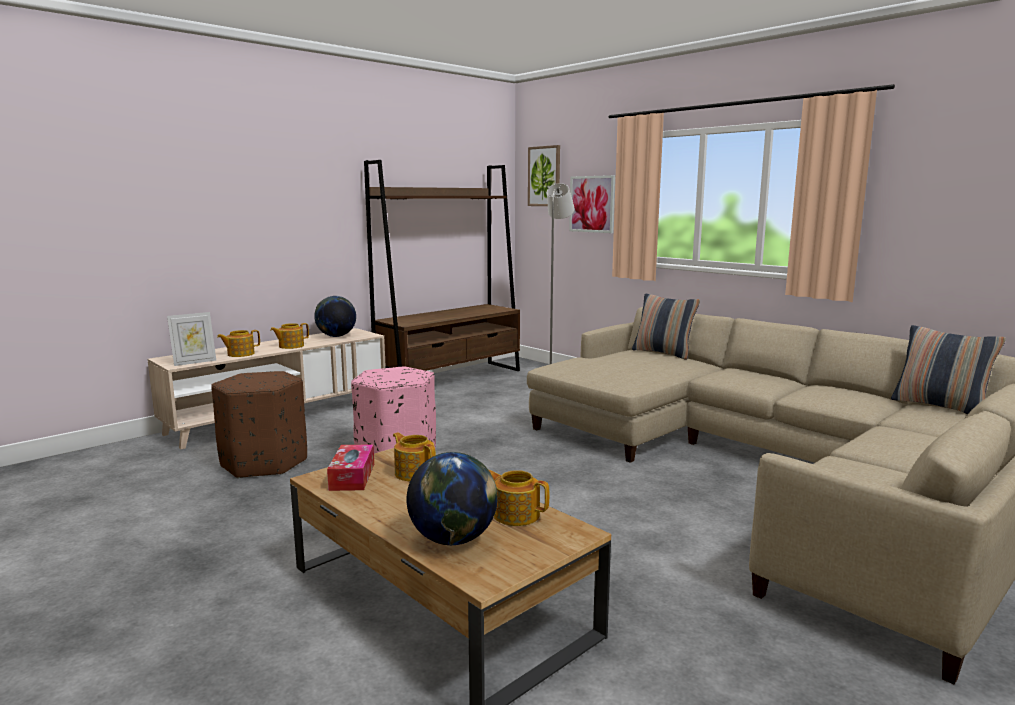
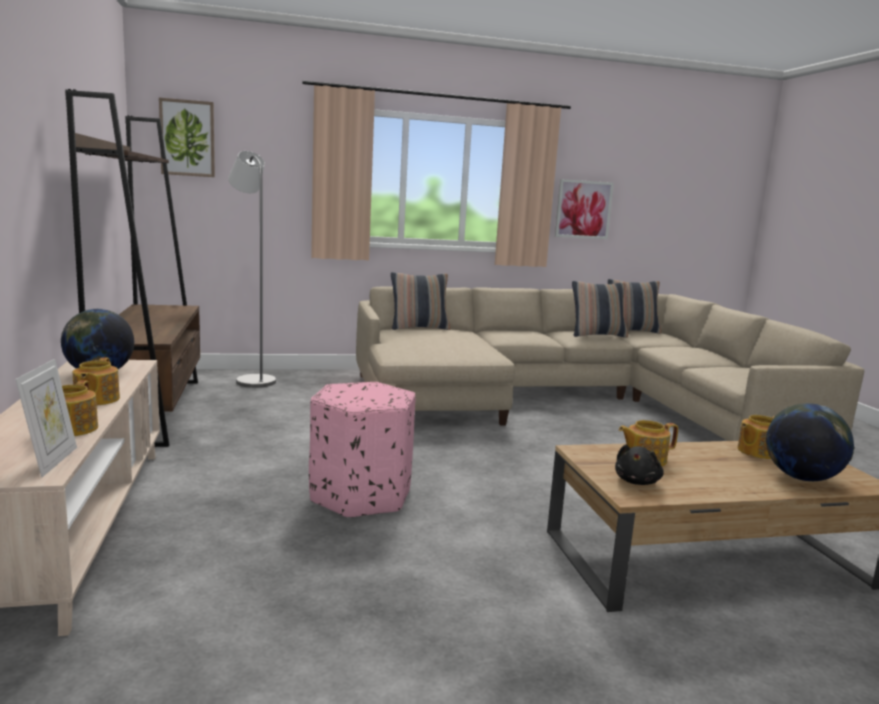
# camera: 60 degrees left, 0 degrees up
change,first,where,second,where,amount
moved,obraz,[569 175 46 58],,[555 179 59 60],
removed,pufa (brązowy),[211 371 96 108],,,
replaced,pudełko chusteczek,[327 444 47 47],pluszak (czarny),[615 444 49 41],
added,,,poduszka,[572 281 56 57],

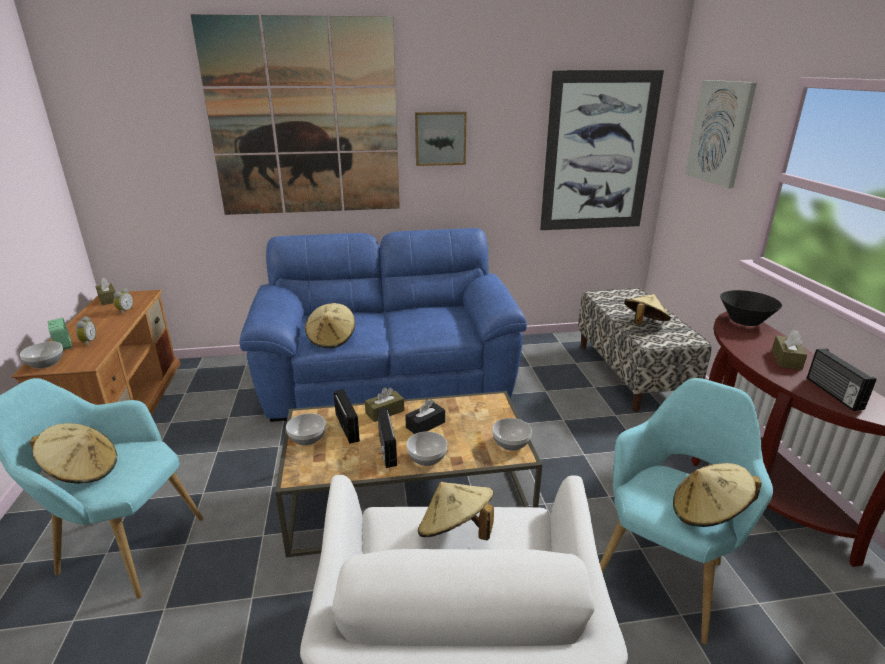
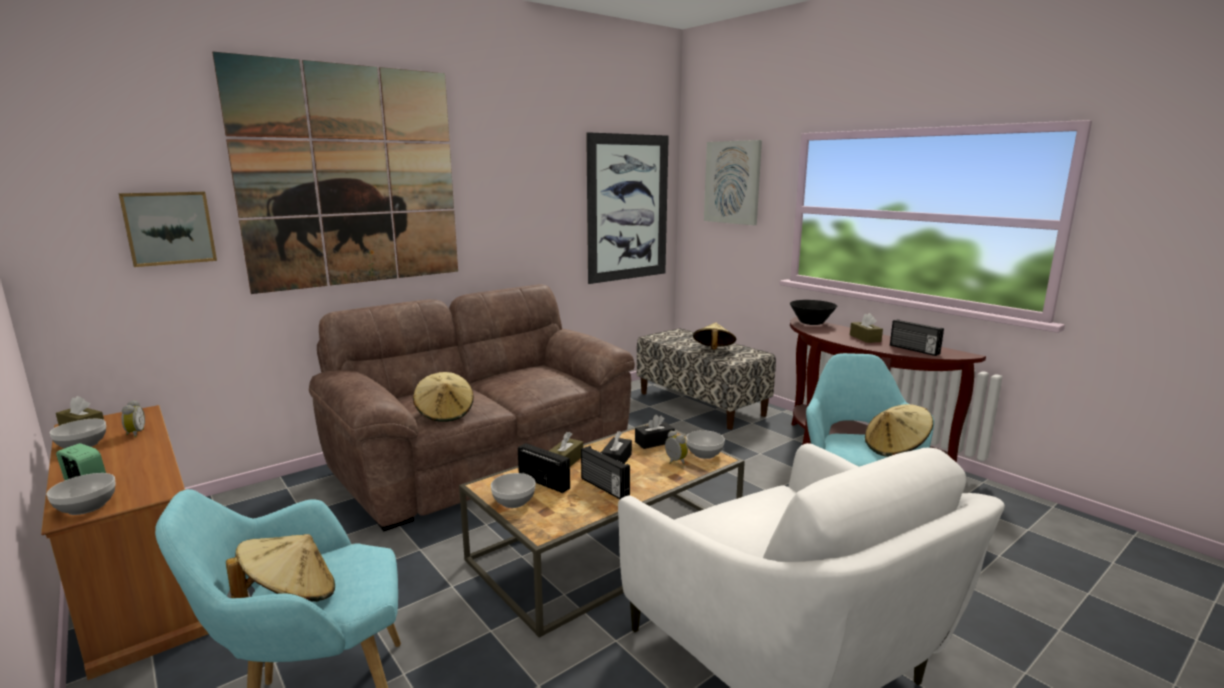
# camera: 30 degrees left, 10 degrees down
change,first,where,second,where,amount
moved,obraz,[415 112 52 54],,[118 192 99 75],
recoloured,kanapa (niebieski),[240 228 287 194],kanapa (brązowy),[309 284 326 247],
moved,budzik,[76 316 20 30],,[665 430 23 34],
moved,miska,[406 431 41 35],,[50 419 56 29],
removed,kapelusz (beżowy),[418 482 76 58],,,
added,,,pudełko chusteczek (czarny),[635 415 40 34],

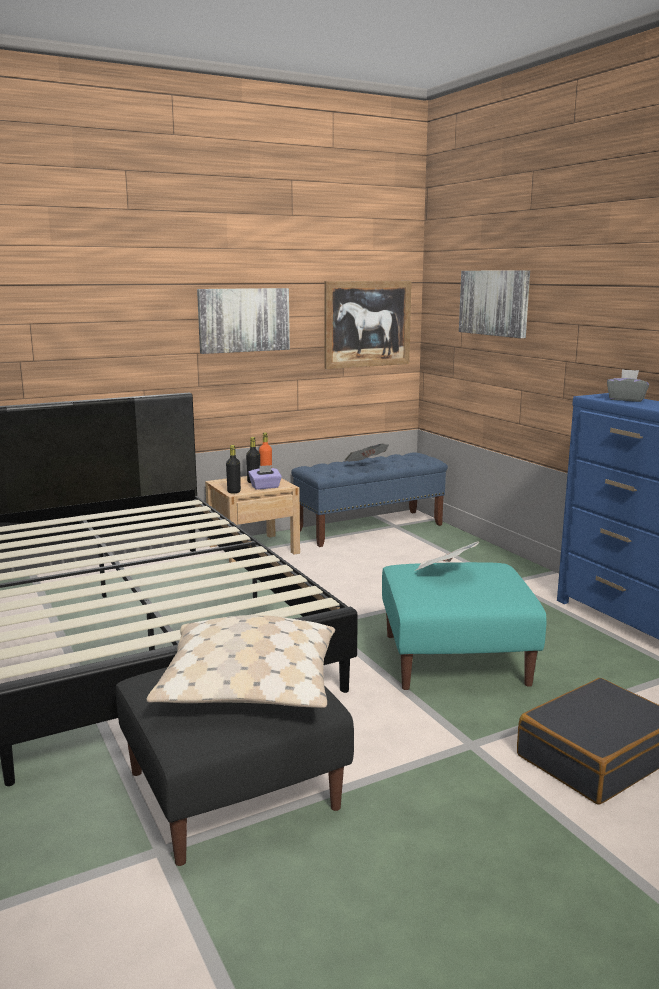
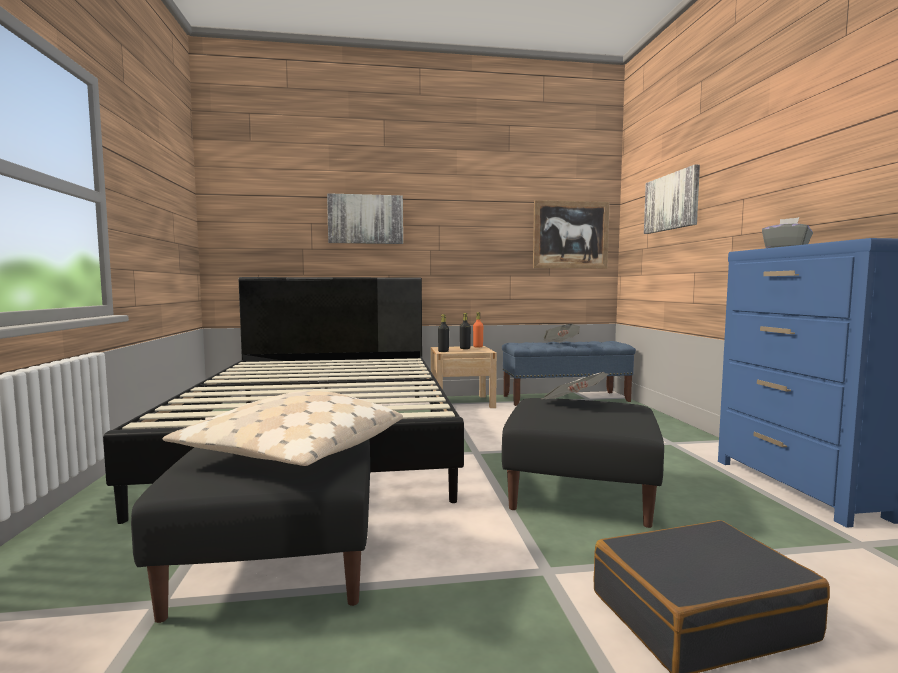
# camera: 20 degrees right, 10 degrees down
change,first,where,second,where,amount
moved,obraz,[197 288 93 66],,[327 193 76 51],
removed,pudełko chusteczek (fioletowy),[248 465 34 25],,,
recoloured,pufa (turkusowy),[382 562 164 128],pufa (czarny),[502 398 162 130],

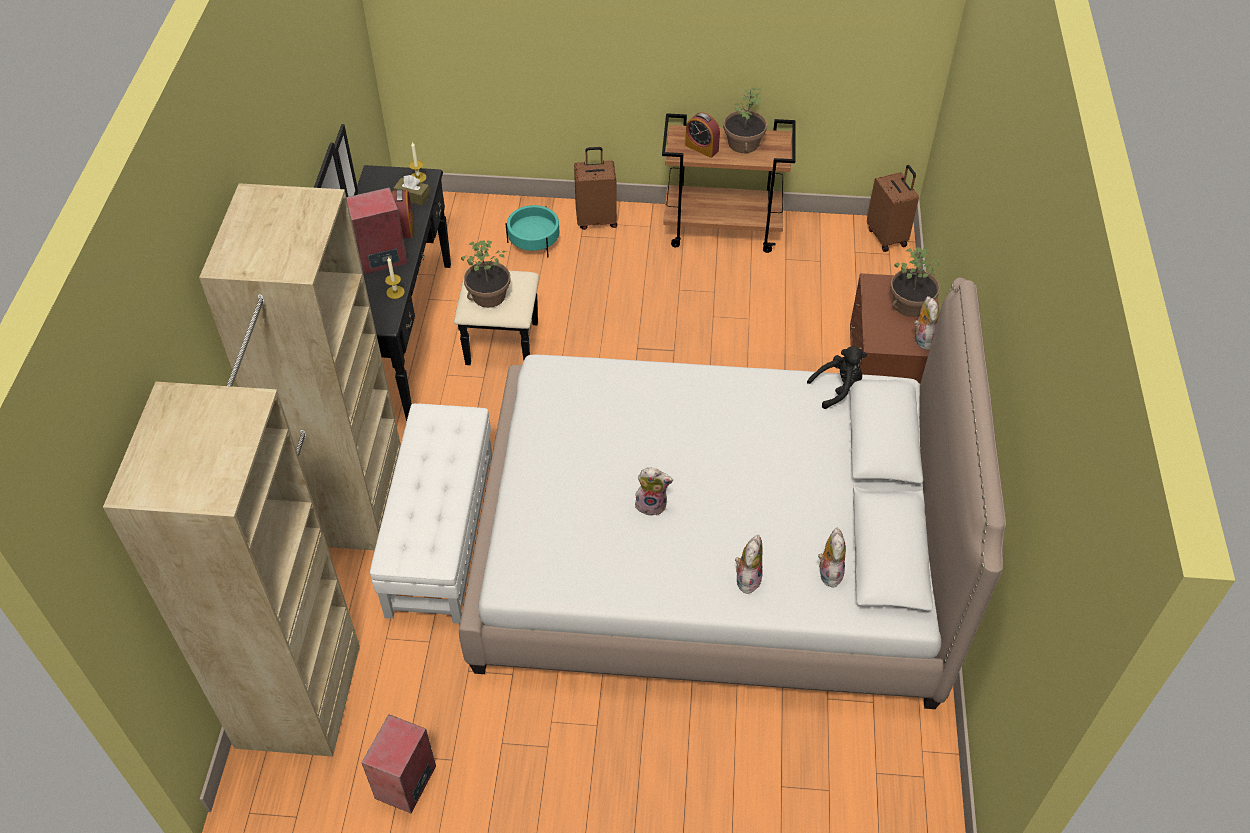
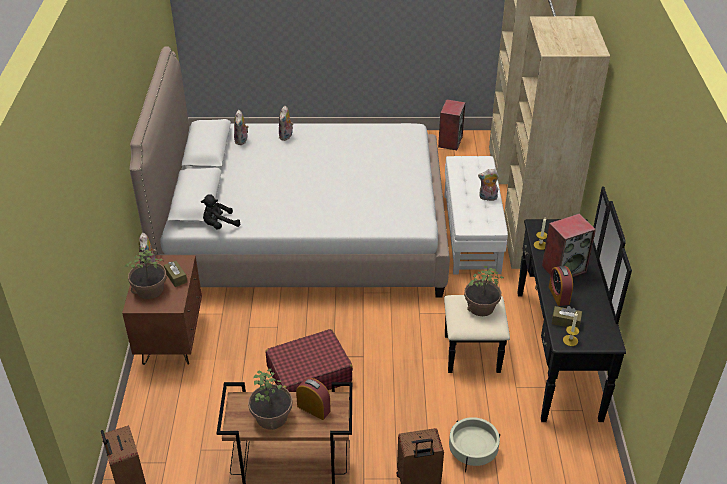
# camera: 175 degrees right, 10 degrees down
change,first,where,second,where,amount
recoloured,donica (turkusowy),[505 205 54 52],donica (beżowy),[449 417 51 56],
moved,pluszak,[635 467 38 49],,[478 169 21 32],
added,,,pudełko chusteczek (brązowy),[164 261 23 26],
added,,,walizka (czerwony),[266 329 87 63],

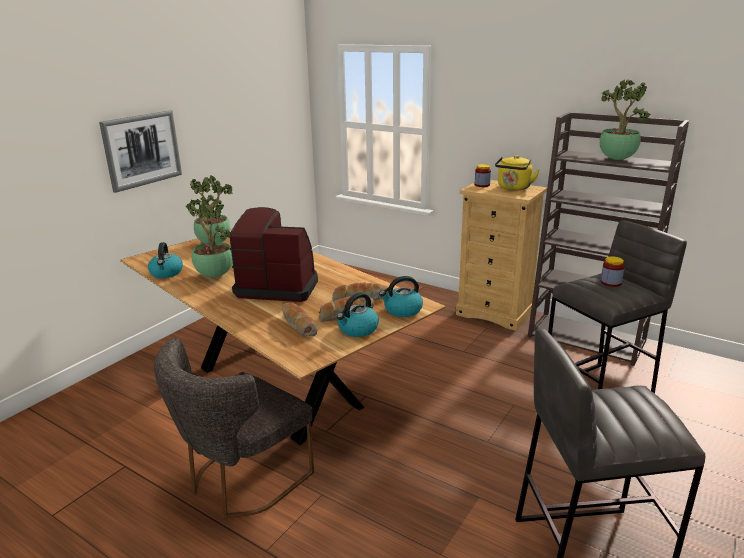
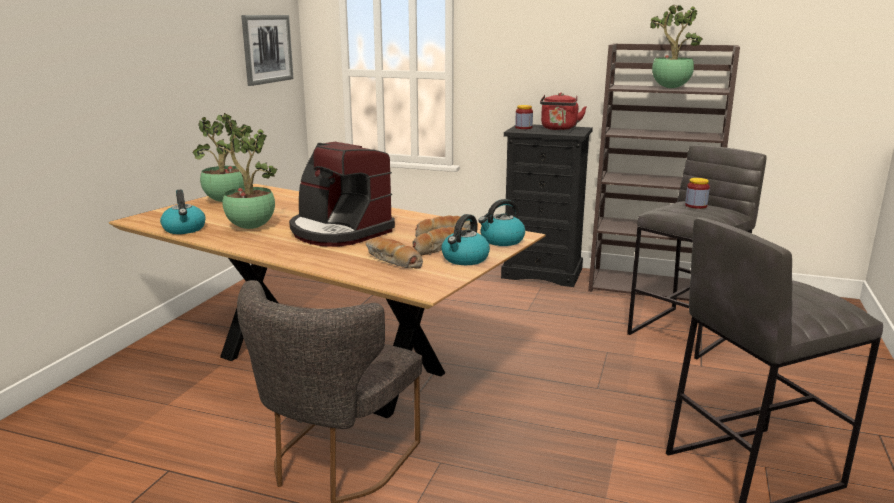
# camera: 15 degrees left, 5 degrees down
change,first,where,second,where,amount
moved,obraz,[99 110 83 83],,[241 15 53 71],
recoloured,czajnik (żółty),[495 156 44 34],czajnik (czerwony),[540 93 46 37],
recoloured,komoda (beżowy),[456 180 91 151],komoda (czarny),[501 125 92 162],
turned,ekspres do kawy,[230 207 88 95],,[289 142 106 105],135 degrees counterclockwise

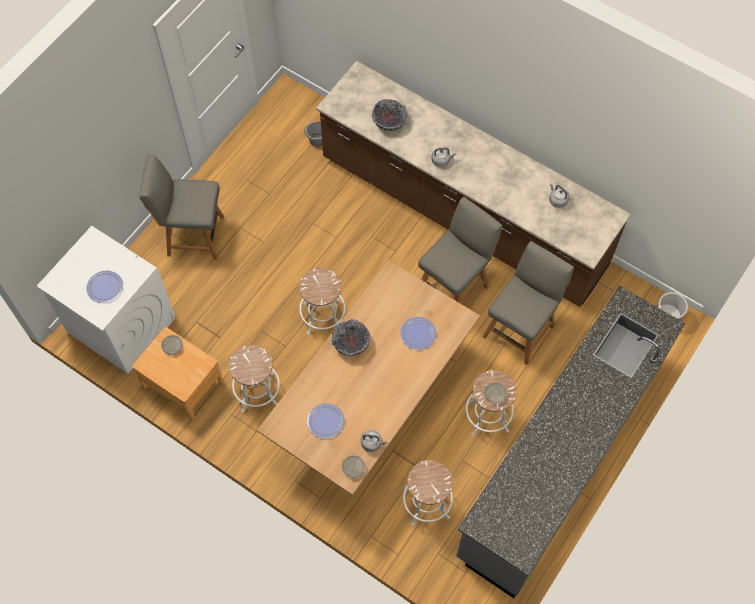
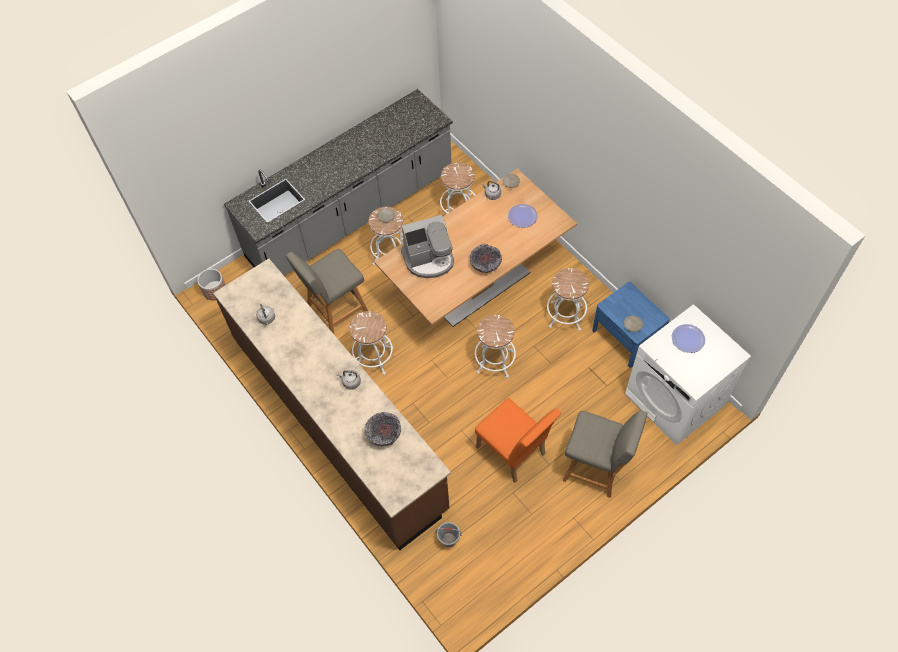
# camera: 160 degrees left, 5 degrees down
change,first,where,second,where,amount
replaced,krzesło (szary),[418 196 84 109],stołek (biały),[349 311 44 64],
replaced,talerz,[400 317 36 33],ekspres do kawy,[401 215 53 63],
recoloured,szafka nocna (brązowy),[132 327 92 95],szafka nocna (niebieski),[592 282 78 86],
added,,,krzesło (pomarańczowy),[475 398 86 85],

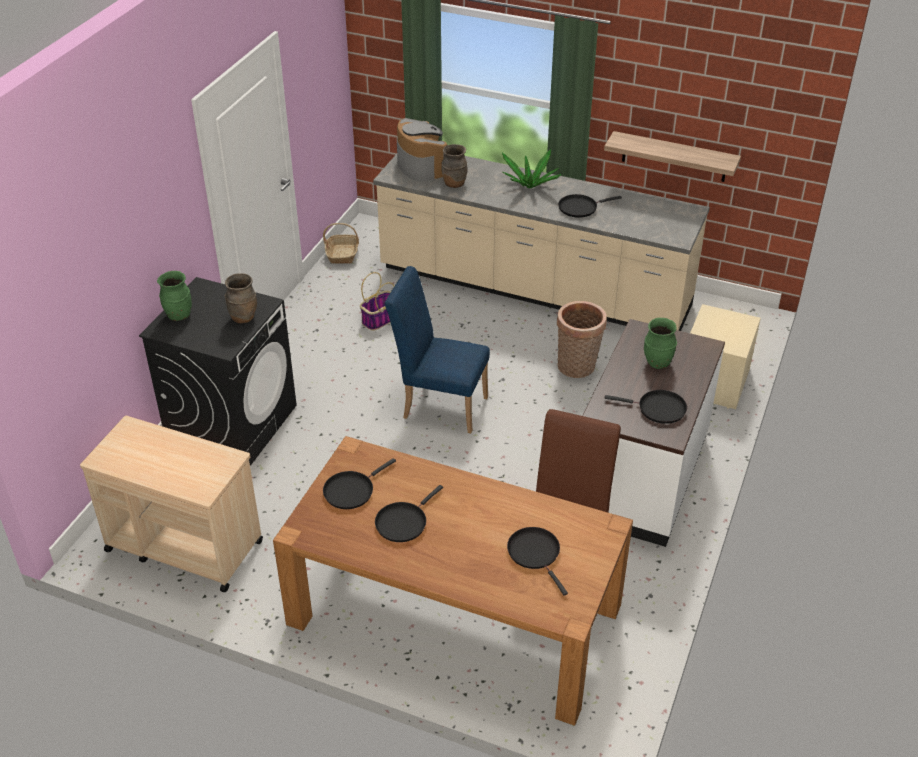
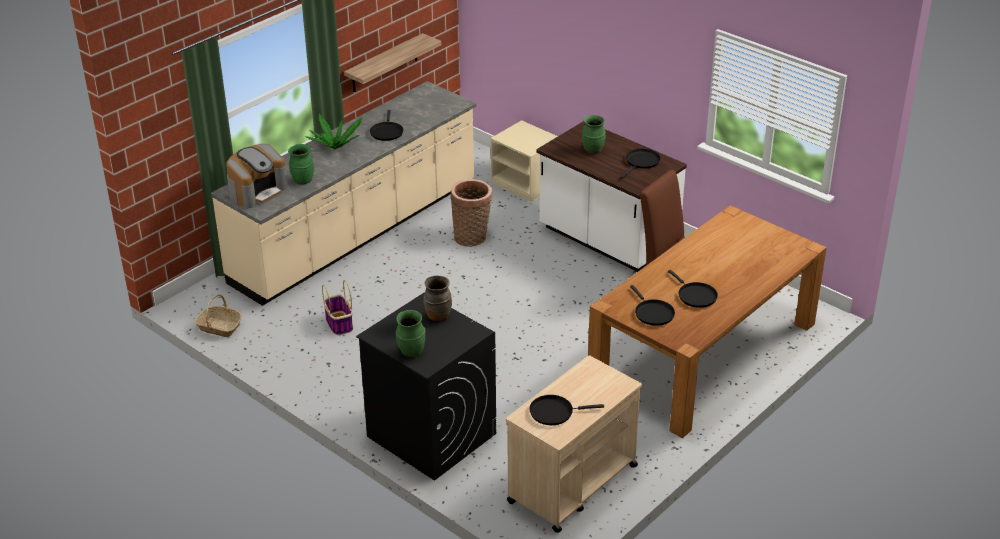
# camera: 70 degrees left, 5 degrees down
change,first,where,second,where,amount
turned,ekspres do kawy,[397 118 50 64],,[226 144 62 65],135 degrees clockwise
recoloured,wazon (brązowy),[441 144 27 44],wazon (zielony),[288 144 26 41],
removed,krzesło (niebieski),[385 266 105 167],,,
moved,patelnia (czarny),[507 527 61 69],,[529 395 75 30],

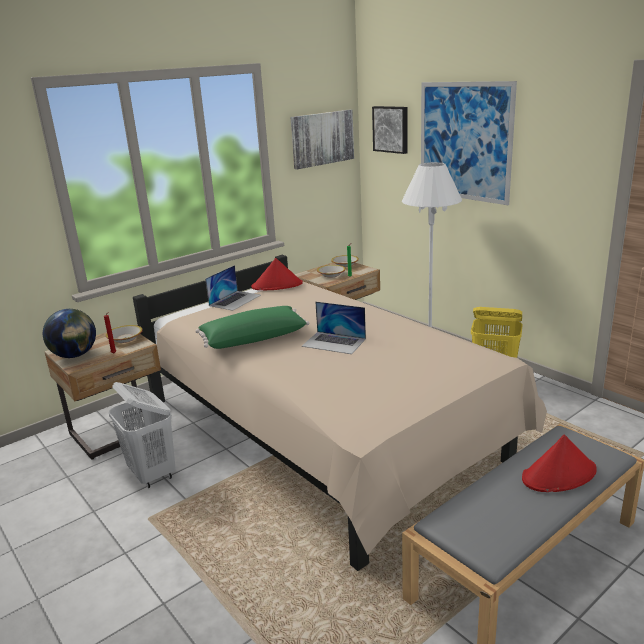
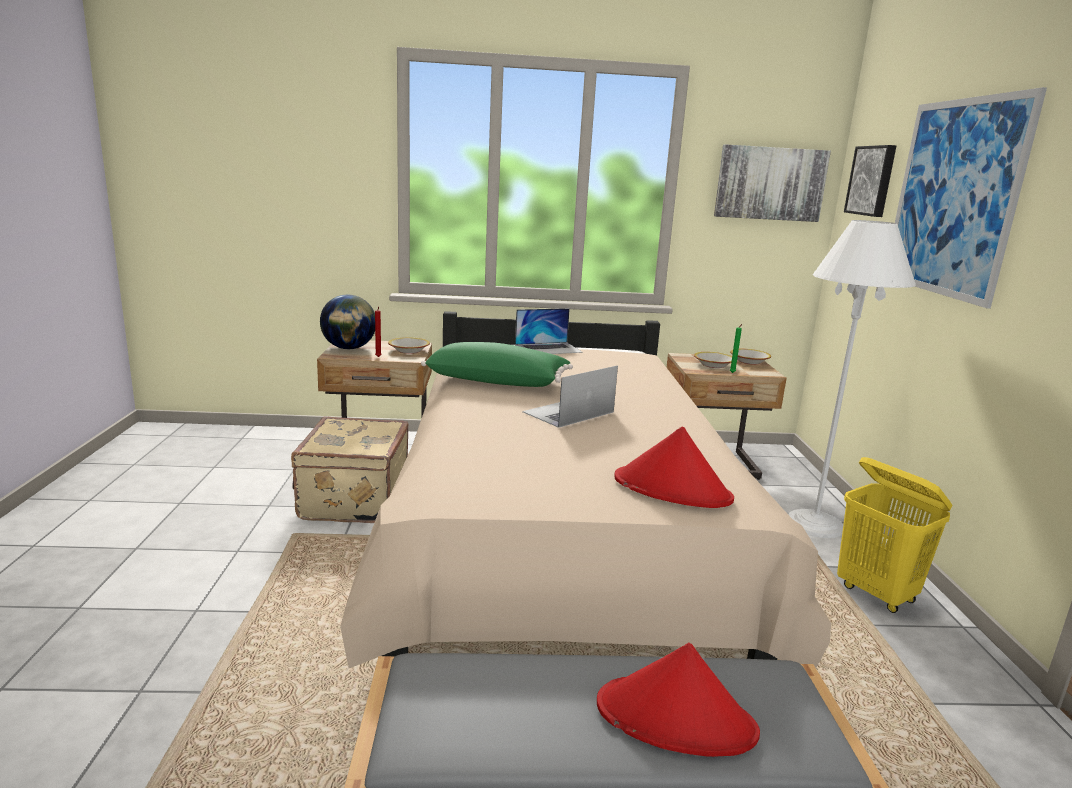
# camera: 35 degrees right, 5 degrees down
change,first,where,second,where,amount
moved,kapelusz (czerwony),[251 258 52 32],,[614 427 120 81],
turned,laptop,[302 302 64 52],,[522 365 96 63],75 degrees clockwise
replaced,kosz na pranie (biały),[109 382 67 106],walizka (beżowy),[291 417 117 106],

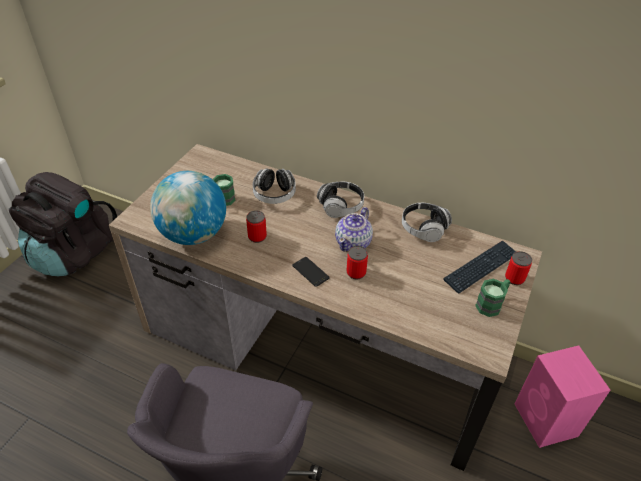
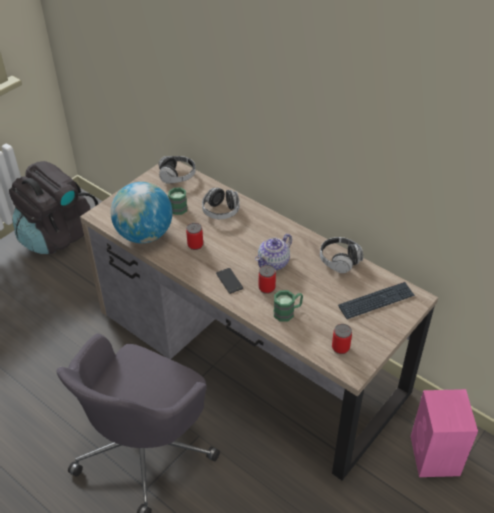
# camera: 15 degrees right, 0 degrees up
change,first,where,second,where,amount
moved,słuchawki,[317 182 47 36],,[159 156 37 28],
moved,puszka,[505 251 27 34],,[332 324 20 30],
moved,kubek (zielony),[475 279 35 38],,[274 290 29 32],

